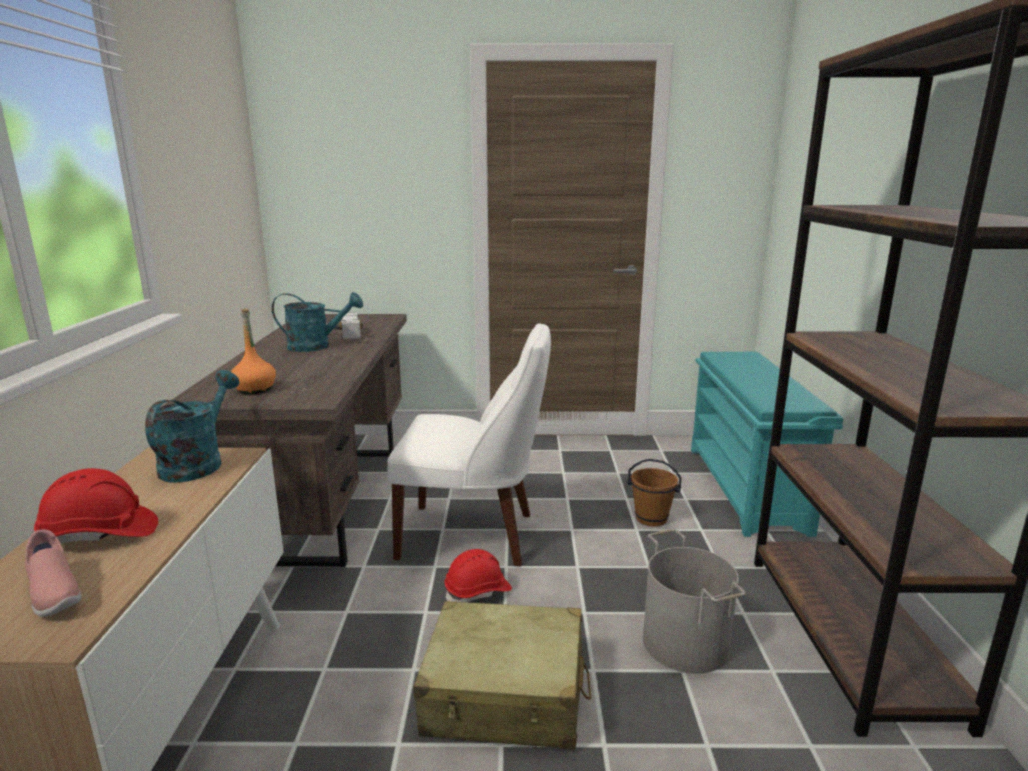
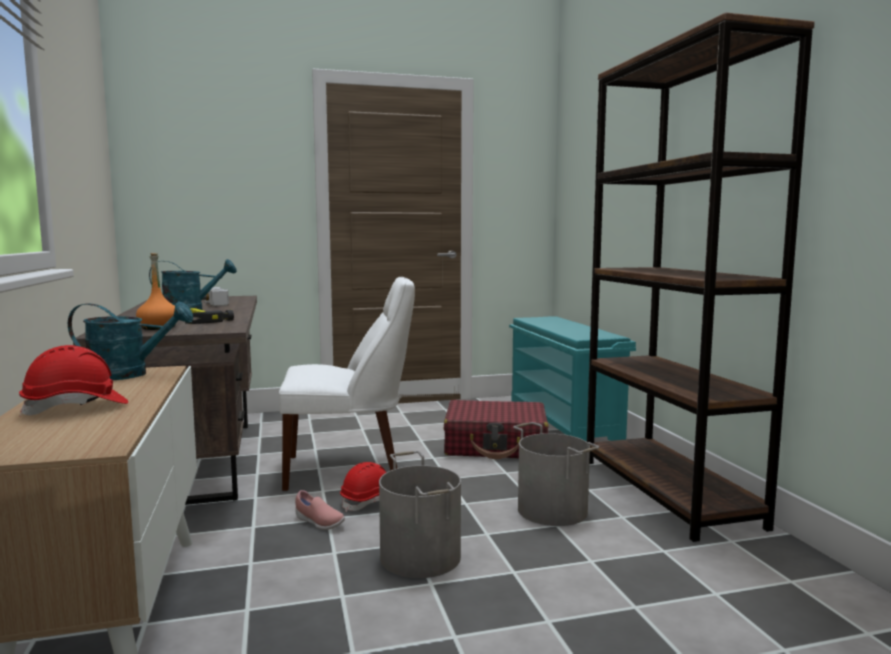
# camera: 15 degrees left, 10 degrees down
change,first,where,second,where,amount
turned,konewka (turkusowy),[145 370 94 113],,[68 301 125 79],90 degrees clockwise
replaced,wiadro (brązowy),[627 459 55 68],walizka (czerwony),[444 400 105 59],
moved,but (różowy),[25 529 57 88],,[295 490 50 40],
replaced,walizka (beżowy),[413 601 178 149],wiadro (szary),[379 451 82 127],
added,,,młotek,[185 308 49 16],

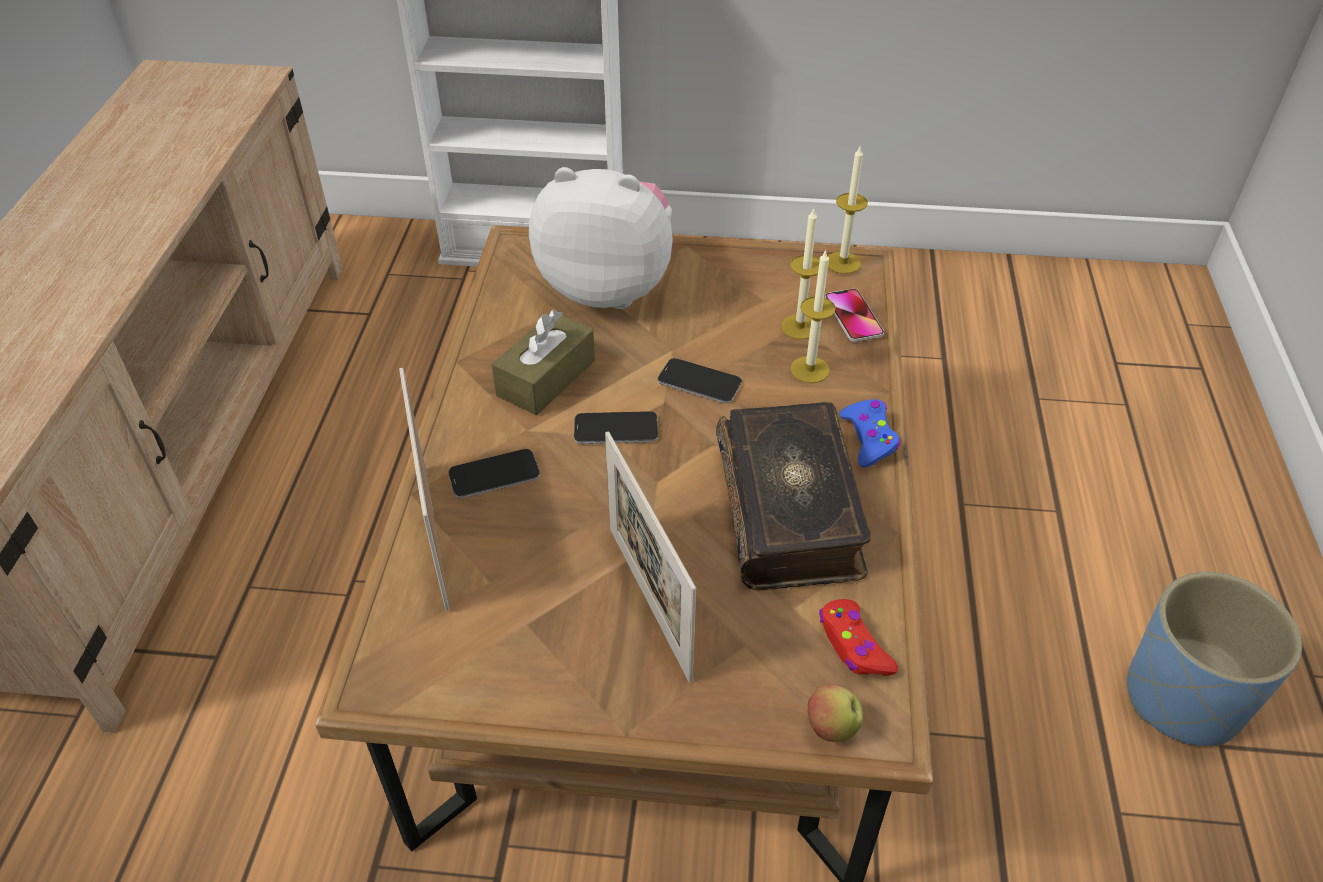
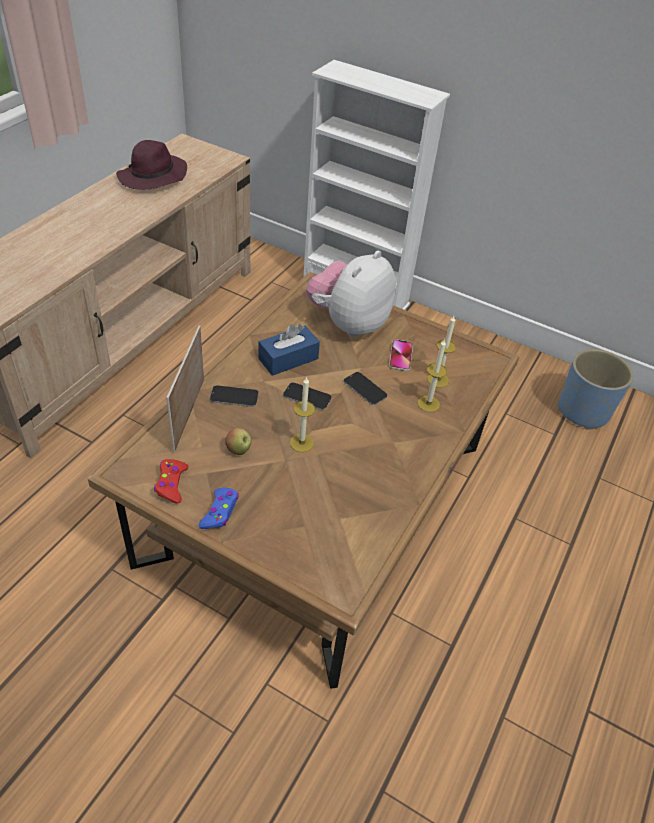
# camera: 20 degrees right, 0 degrees up
change,first,where,second,where,amount
moved,świeca,[828 147 40 127],,[290 377 25 75],
turned,pluszak,[529 167 144 142],,[306 251 90 86],90 degrees counterclockwise
moved,telefon,[825 289 59 53],,[389 339 24 32],
recoloured,pudełko chusteczek (brązowy),[492 310 103 105],pudełko chusteczek (niebieski),[258 324 62 52],
moved,pad do gier (niebieski),[840 399 60 68],,[198 488 41 41],
removed,książka,[716 402 155 189],,,
removed,ramka na zdjęcie,[605 431 91 251],,,
moved,donica (niebieski),[1127 572 175 174],,[558 349 75 81],
moved,pad do gier (czerwony),[819 599 79 77],,[154 459 34 45],
moved,jabłko,[807 684 56 58],,[225 428 27 27],
added,,,kapelusz (fioletowy),[116 140 71 50],

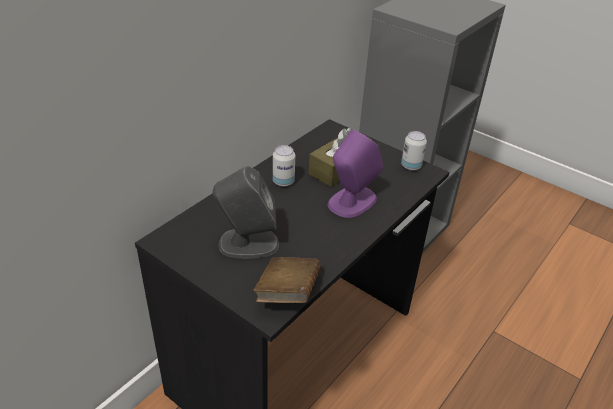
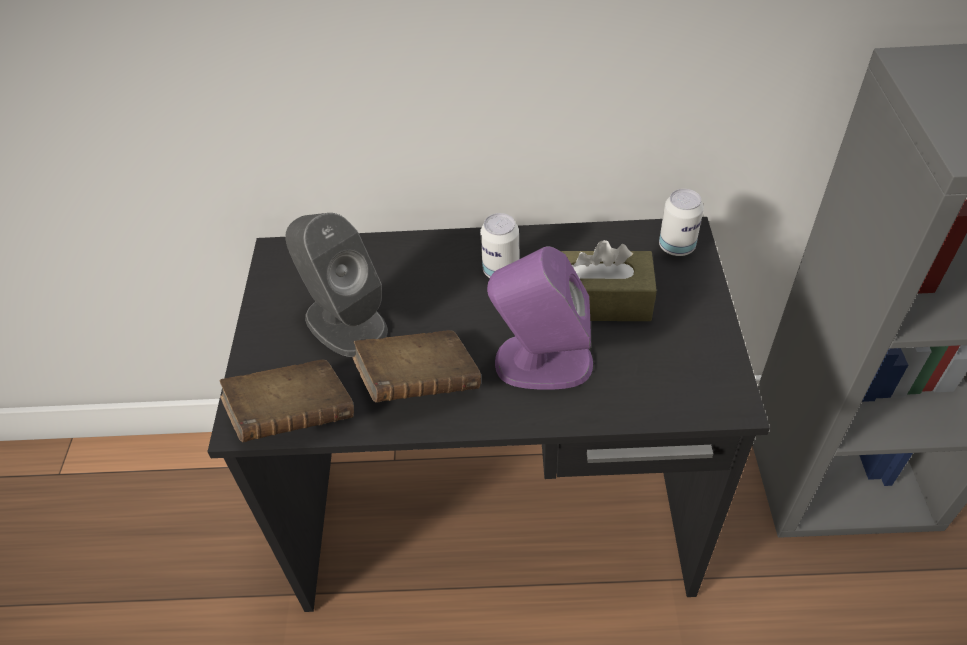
# camera: 55 degrees right, 10 degrees up
change,first,where,second,where,amount
moved,puszka,[401 131 26 40],,[659 189 45 67],
added,,,książka (brązowy),[352 330 129 73],

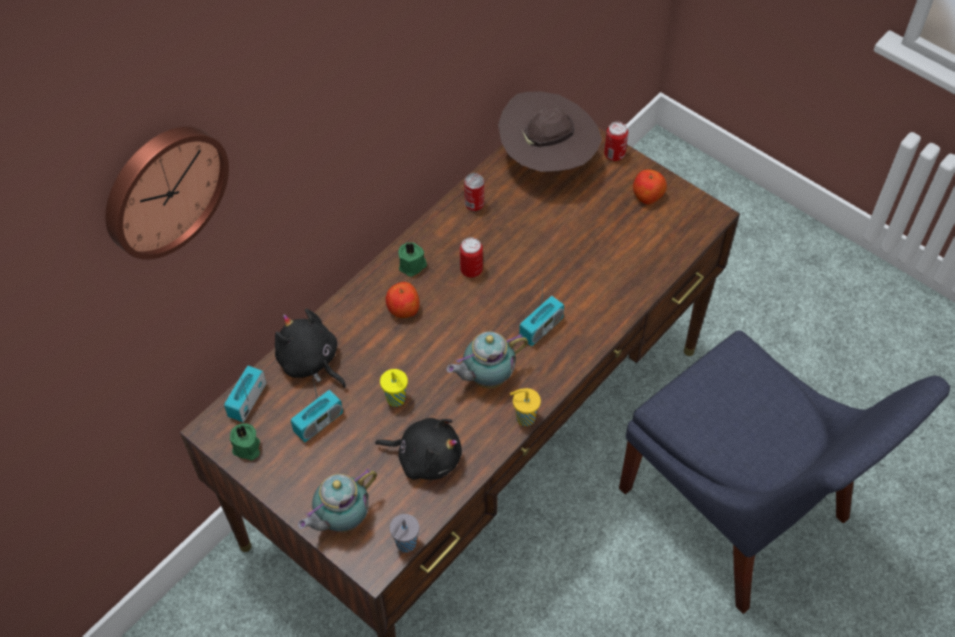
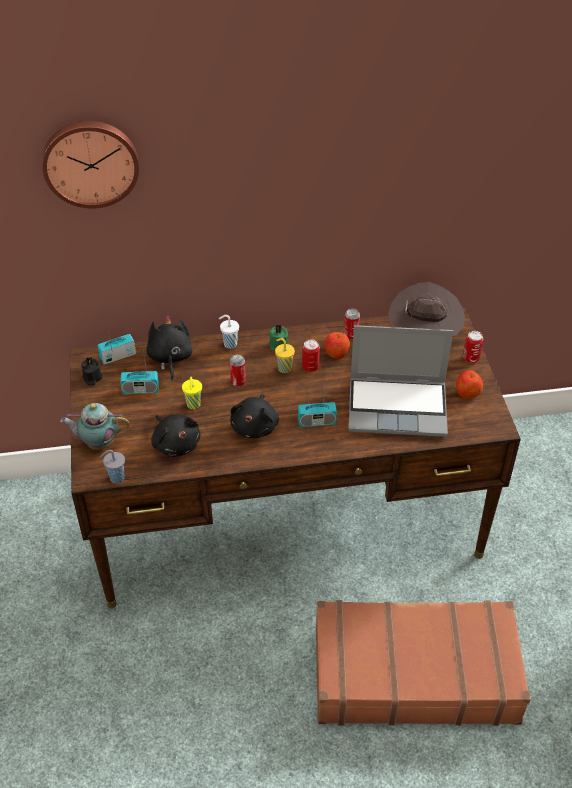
# camera: 40 degrees right, 10 degrees down
change,first,where,second,where,amount
moved,jabłko,[386 282 34 36],,[325 332 25 27],
replaced,krzesło (niebieski),[619 330 331 284],walizka (brązowy),[316 600 215 126],
replaced,imbryk,[446 331 82 57],pluszak (czarny),[230 394 49 45],
moved,filiżanka (żółty),[510 388 31 38],,[275 338 20 35],
recoloured,świeca (zielony),[230 423 30 38],świeca (czarny),[81 357 21 28],
added,,,filiżanka (biały),[219 315 20 34],
added,,,laptop,[349 325 104 112],
added,,,puszka,[229 355 17 32],

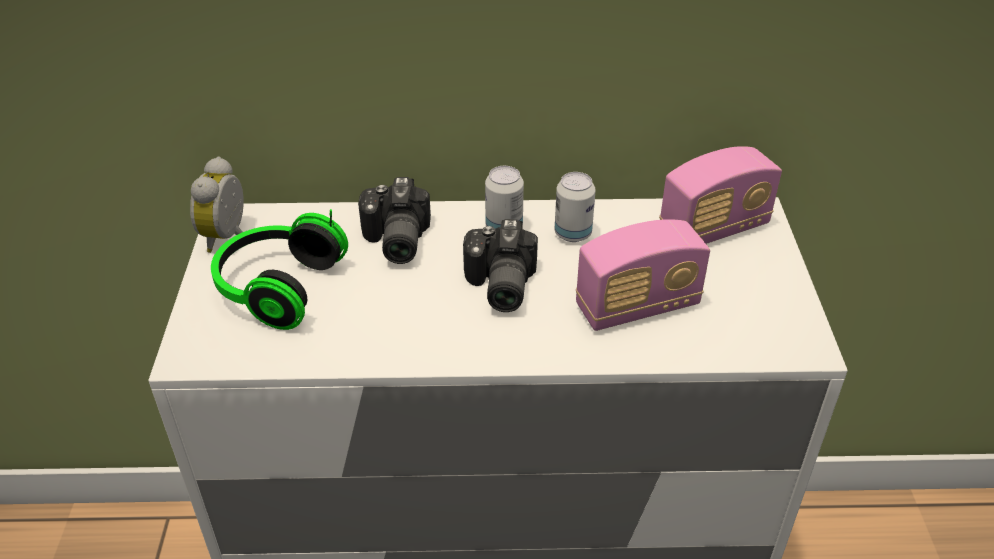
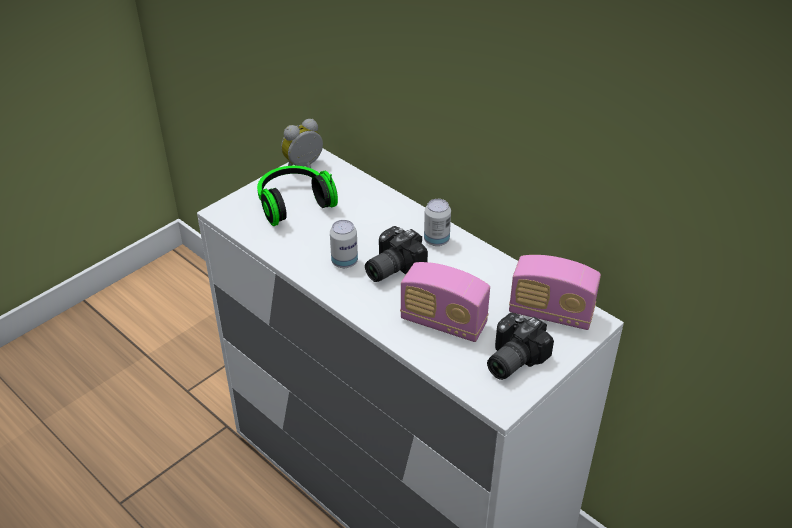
# camera: 45 degrees right, 0 degrees up
change,first,where,second,where,amount
moved,puszka,[555 172 41 70],,[330 220 28 48],
moved,aparat fotograficzny,[358 177 73 87],,[487 313 67 67],

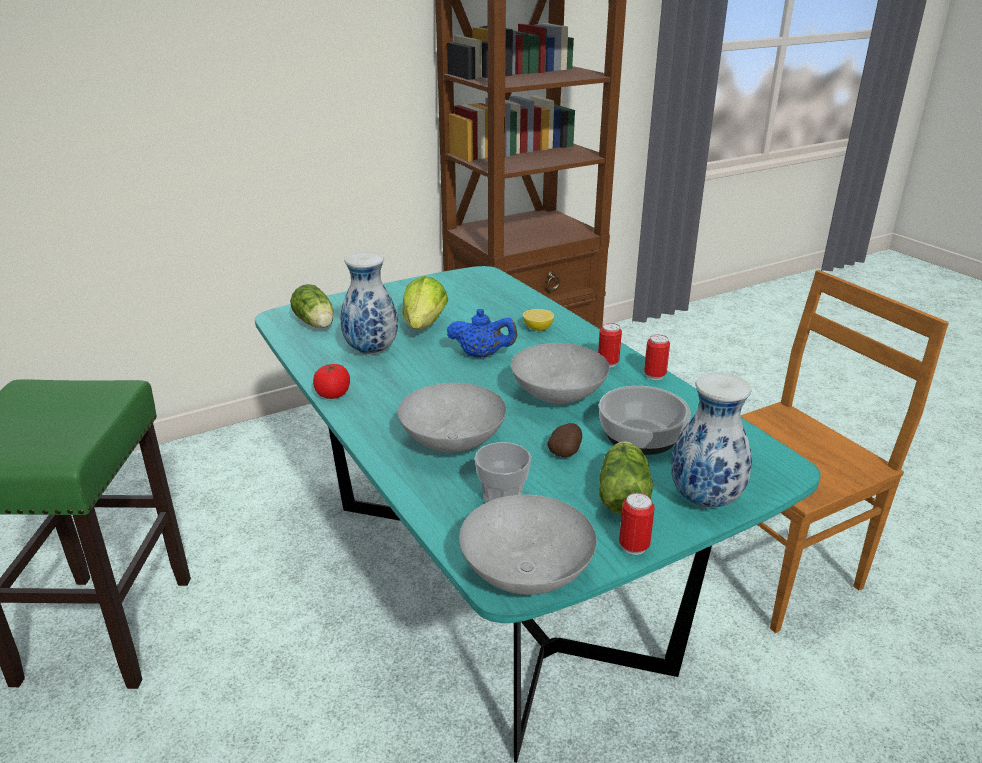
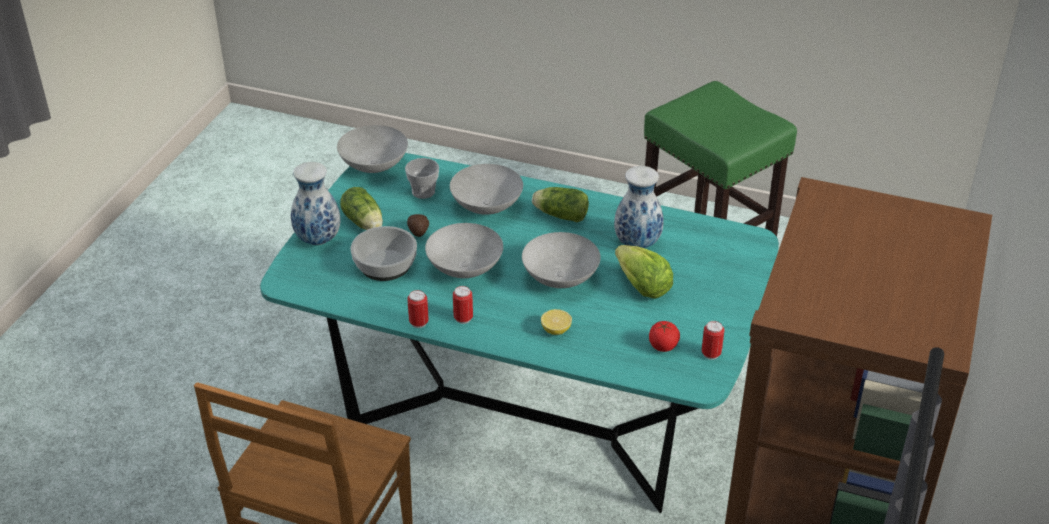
# camera: 140 degrees right, 10 degrees up
change,first,where,second,where,amount
moved,sałata,[290 284 44 44],,[532 187 57 35],
replaced,imbryk (niebieski),[447 309 71 49],miska (szary),[522 232 79 56],
moved,pomidor,[313 364 37 35],,[649 321 31 31],
moved,puszka,[619 493 36 62],,[702 321 22 39],

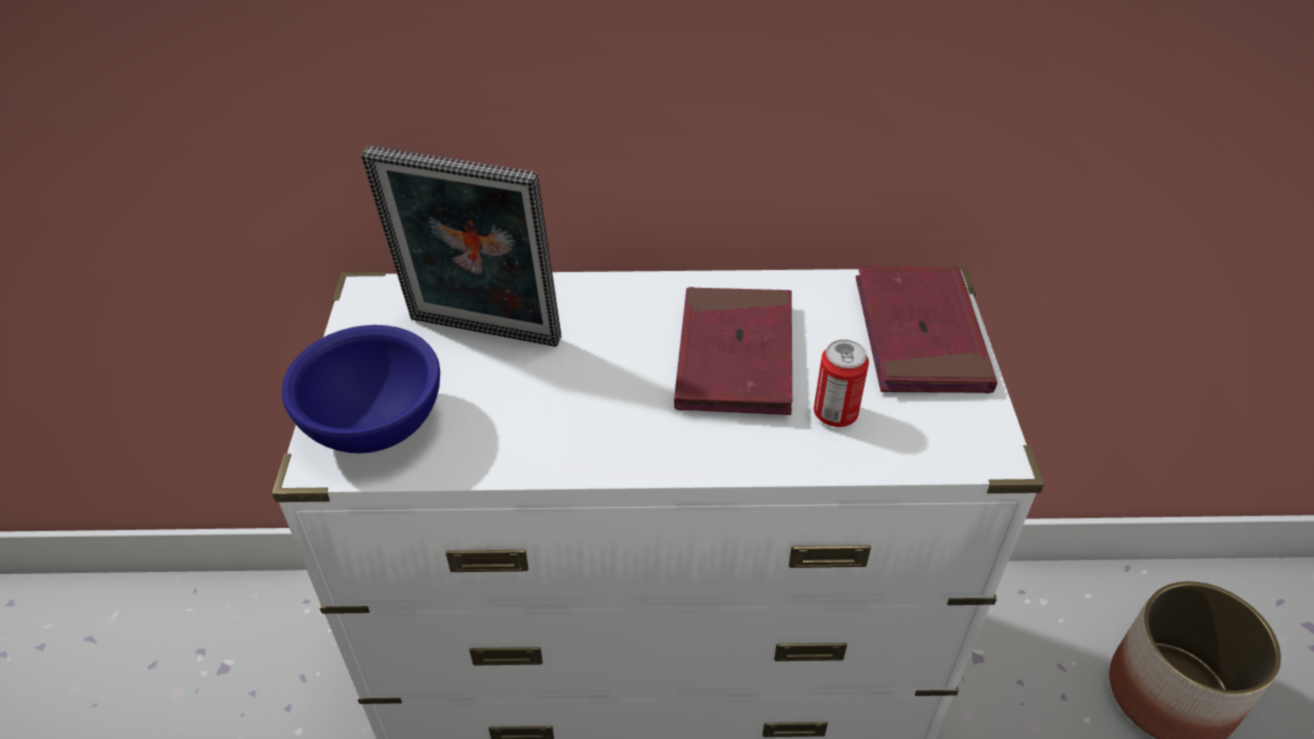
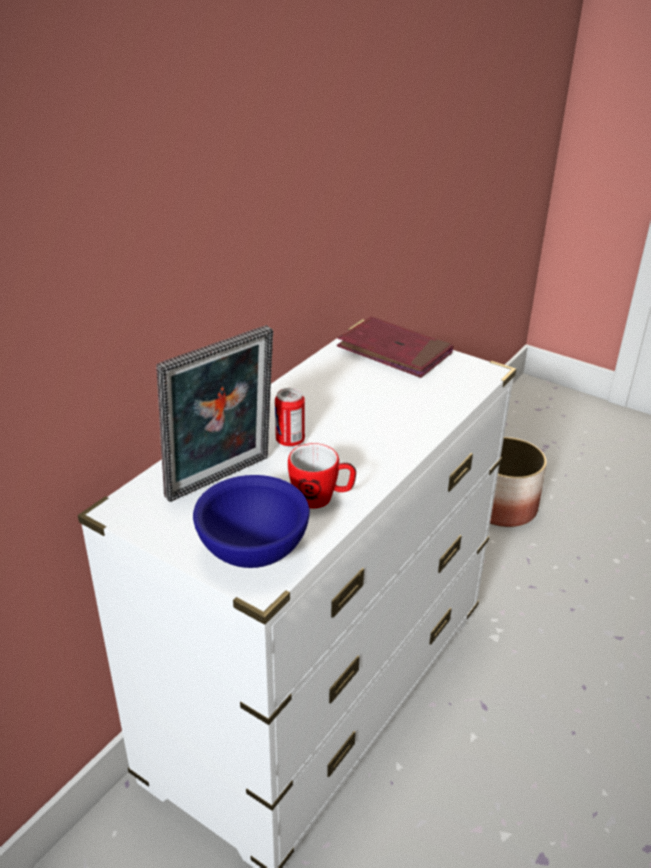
# camera: 55 degrees left, 10 degrees down
change,first,where,second,where,amount
removed,książka (czerwony),[674 287 118 128],,,
moved,puszka,[814 339 55 88],,[275 388 30 59],
added,,,kubek,[288 443 68 66],

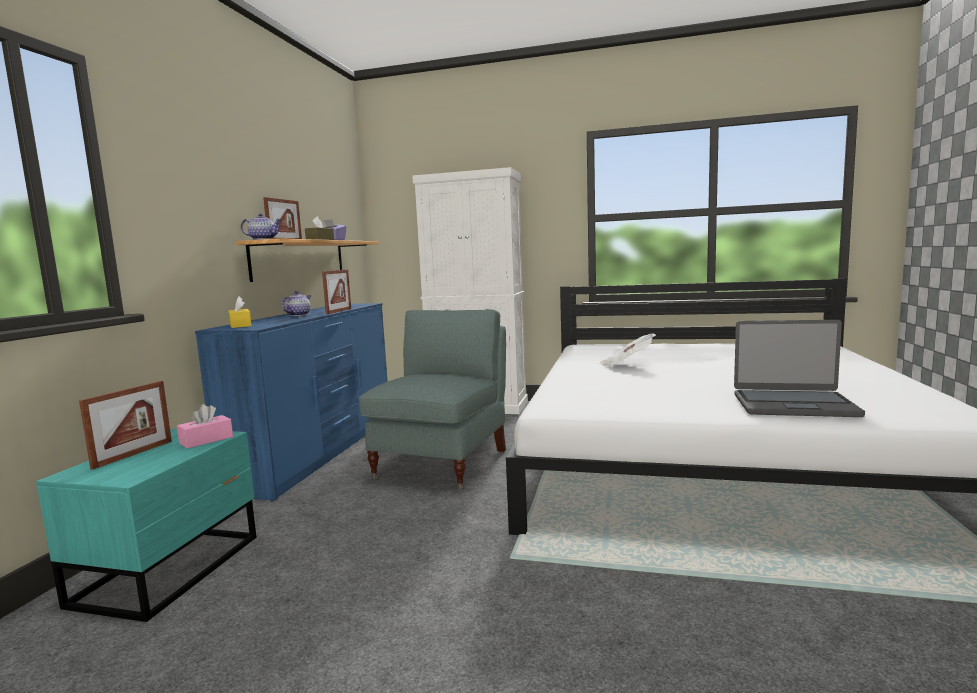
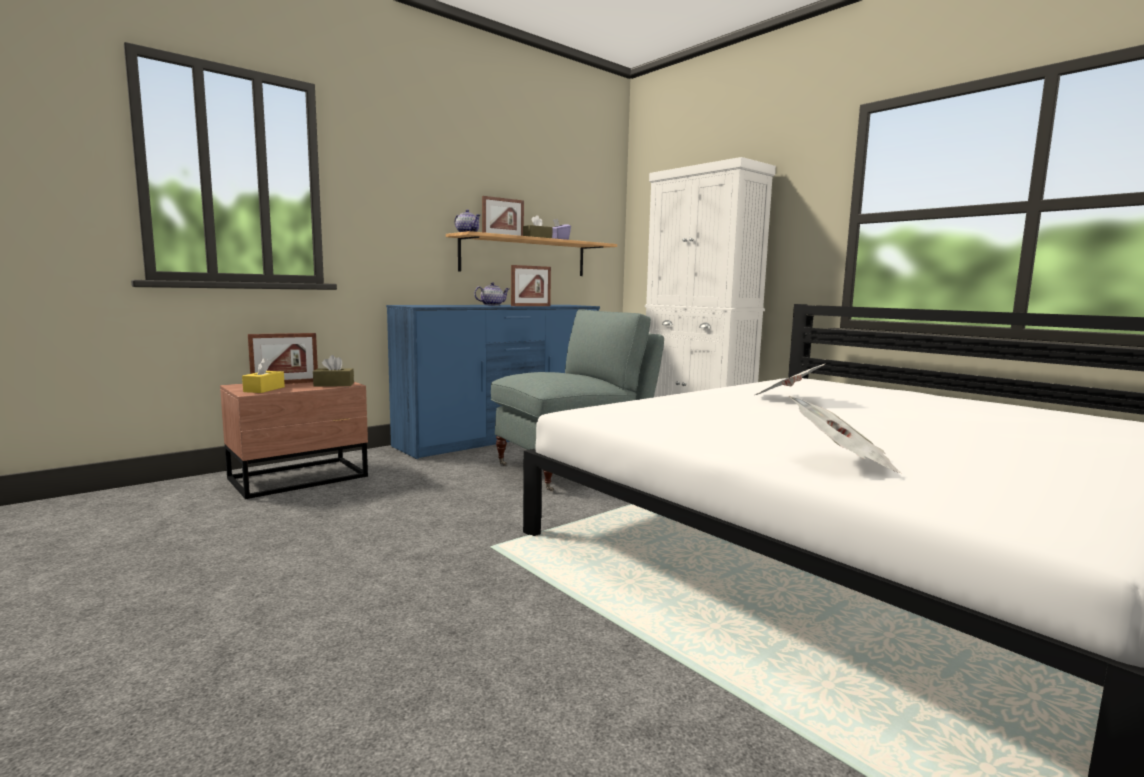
# camera: 35 degrees right, 0 degrees up
change,first,where,second,where,amount
moved,pudełko chusteczek (żółty),[228 296 24 32],,[242 358 43 35],
replaced,laptop,[734 320 131 97],gazeta,[789 396 114 78],
recoloured,pudełko chusteczek (różowy),[177 404 56 45],pudełko chusteczek (brązowy),[313 355 41 32],
recoloured,szafka nocna (turkusowy),[36 429 221 193],szafka nocna (brązowy),[220 382 148 117],

